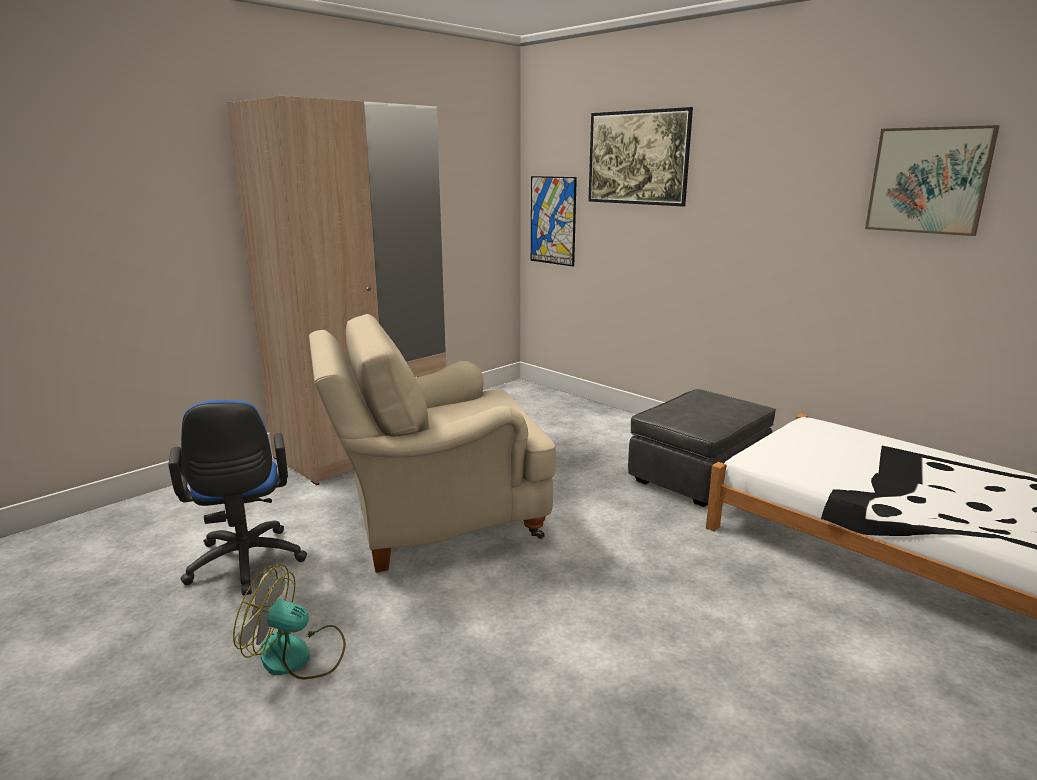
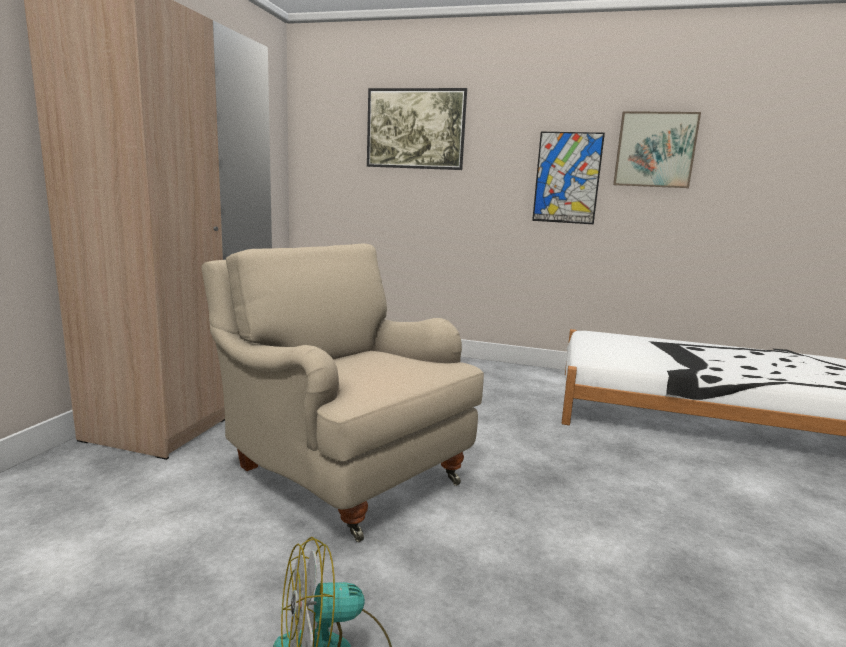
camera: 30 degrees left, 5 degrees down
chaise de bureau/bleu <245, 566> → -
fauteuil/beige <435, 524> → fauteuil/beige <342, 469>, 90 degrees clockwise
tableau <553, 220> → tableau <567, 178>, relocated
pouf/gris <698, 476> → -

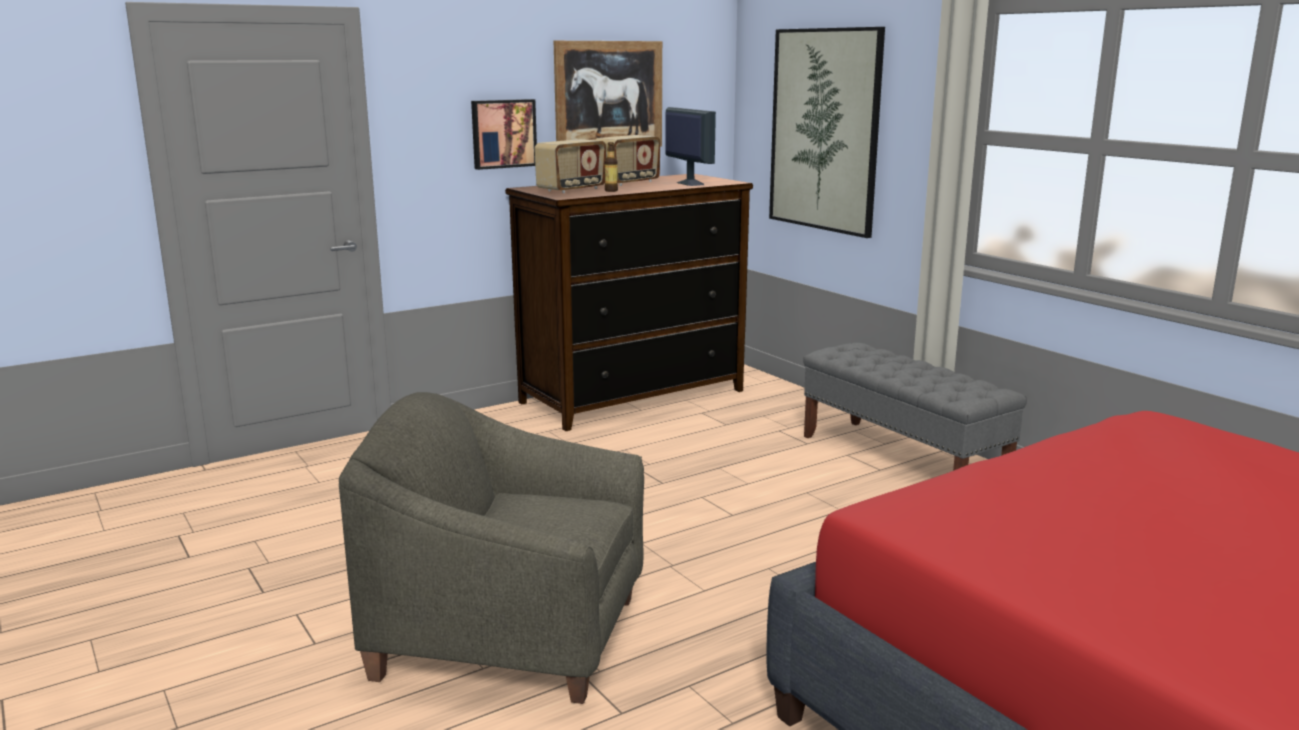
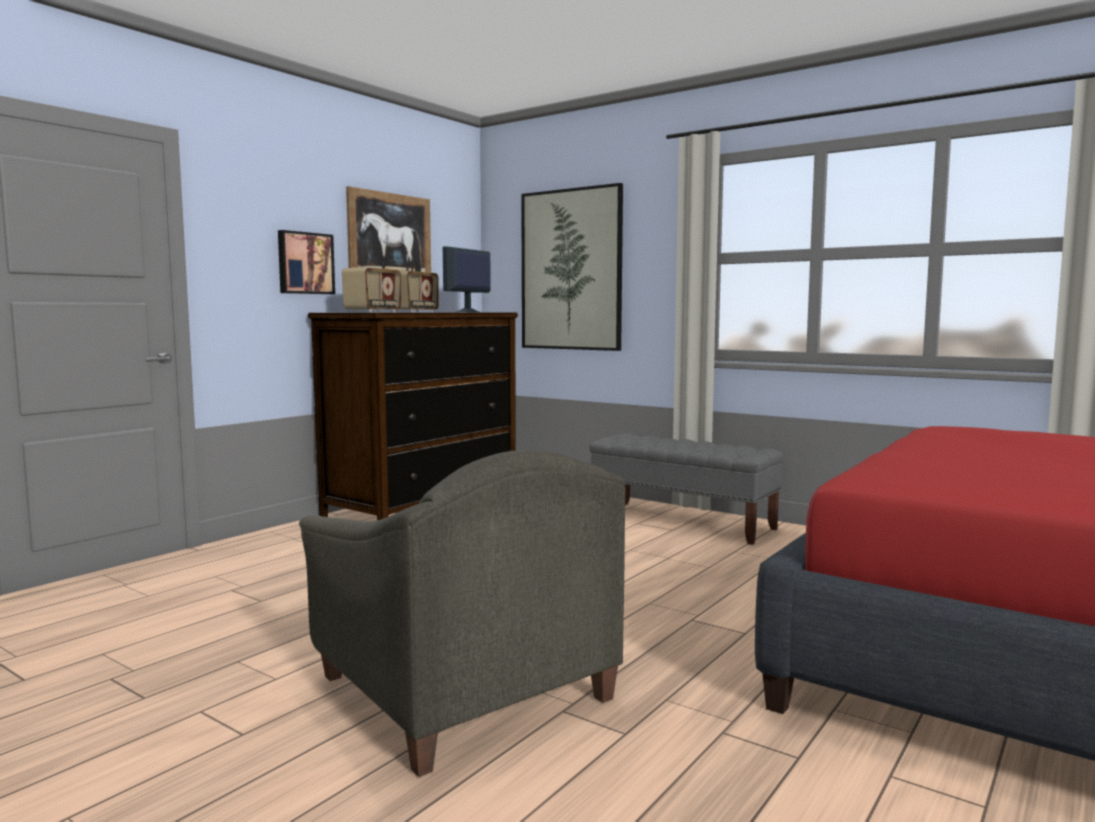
camera: 20 degrees left, 10 degrees down
fauteuil/gris <510, 636> → fauteuil/gris <459, 690>, 120 degrees counterclockwise
bouteille <611, 191> → -
écran d'ordinateur <689, 183> → écran d'ordinateur <467, 312>, 105 degrees counterclockwise

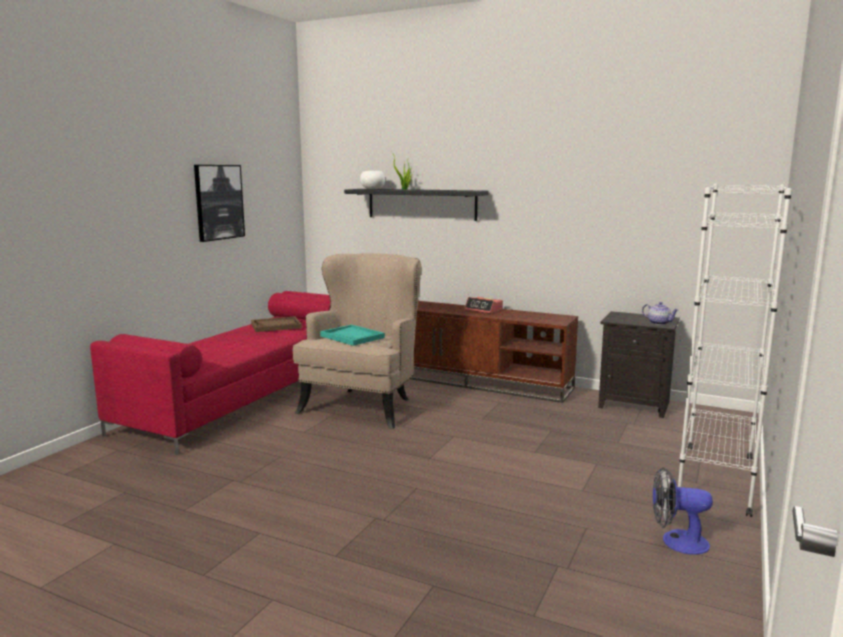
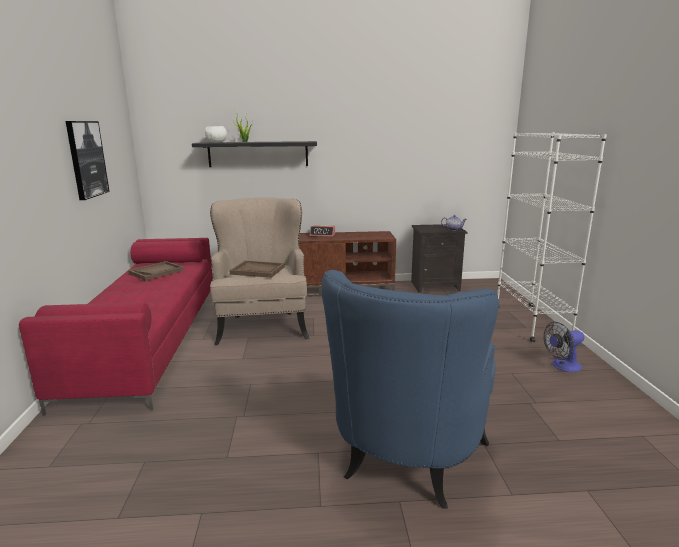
camera: 30 degrees left, 5 degrees up
plateau/turquoise <352, 337> → plateau/marron <258, 270>
- → fauteuil/bleu <405, 462>

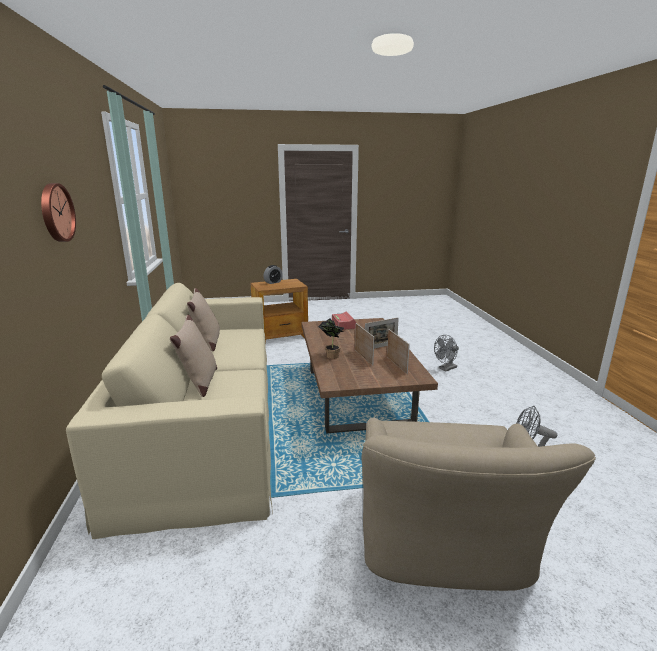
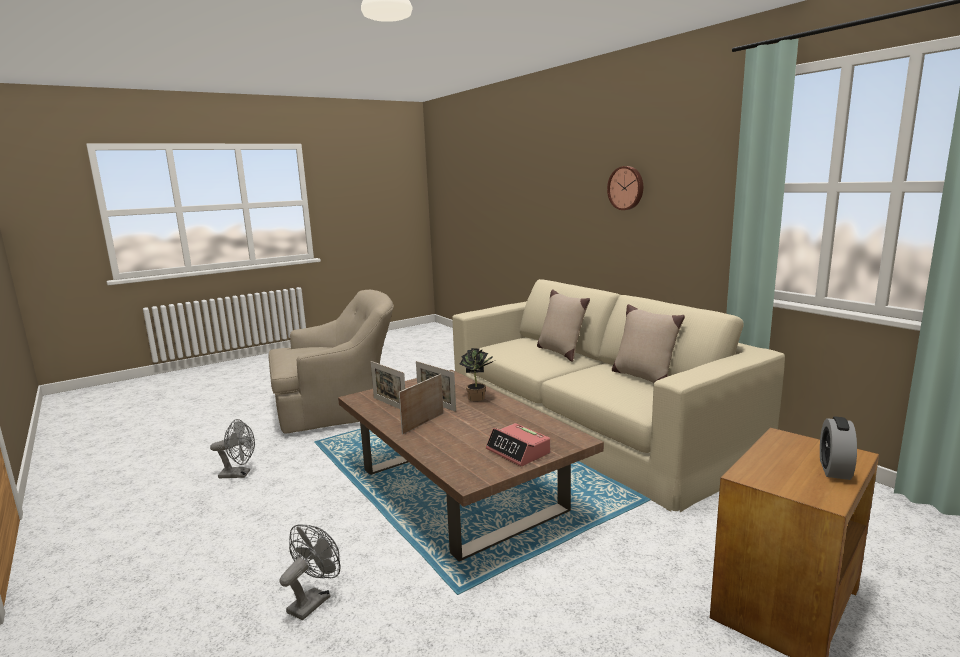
camera: 155 degrees right, 5 degrees down
fauteuil/beige <443, 544> → fauteuil/beige <338, 408>, 90 degrees clockwise

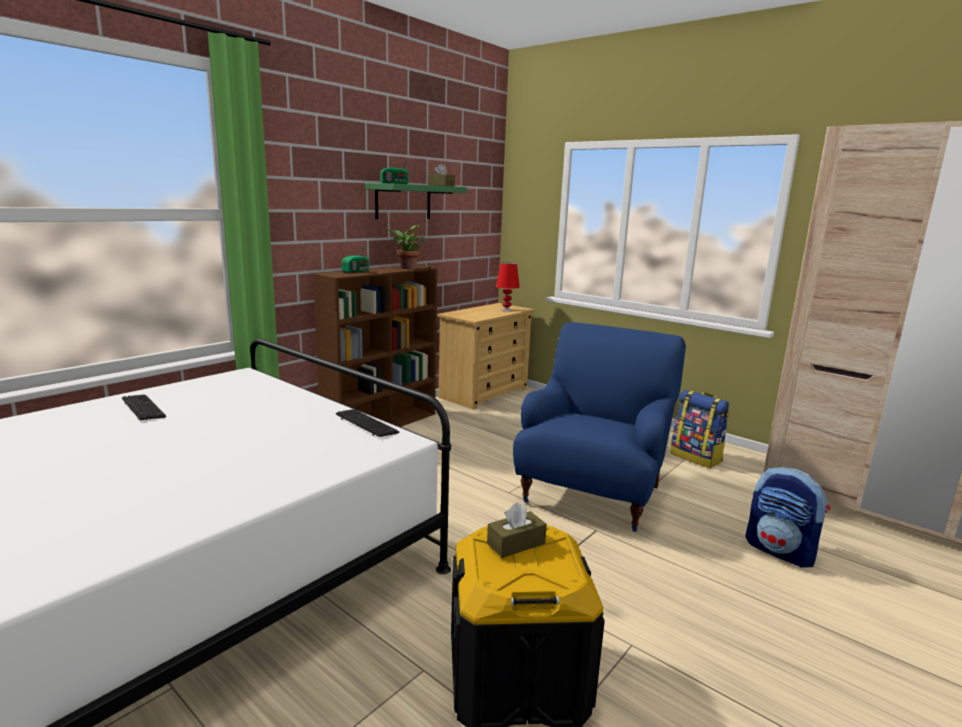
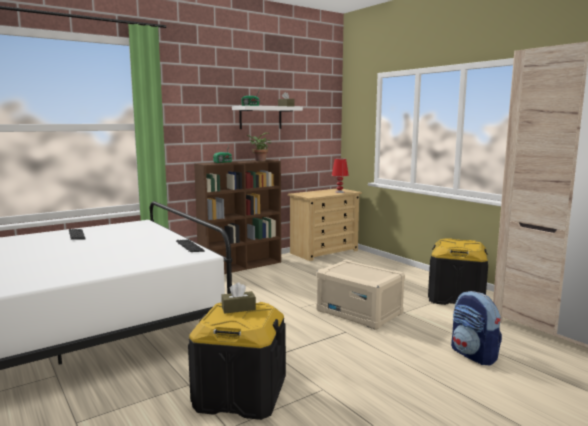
camera: 15 degrees right, 5 degrees down
étagère/vert <403, 202> → étagère/blanc <260, 117>
fauteuil/bleu <593, 493> → boîte de rangement/beige <359, 312>
sac à dos <696, 457> → boîte de rangement/noir <456, 298>

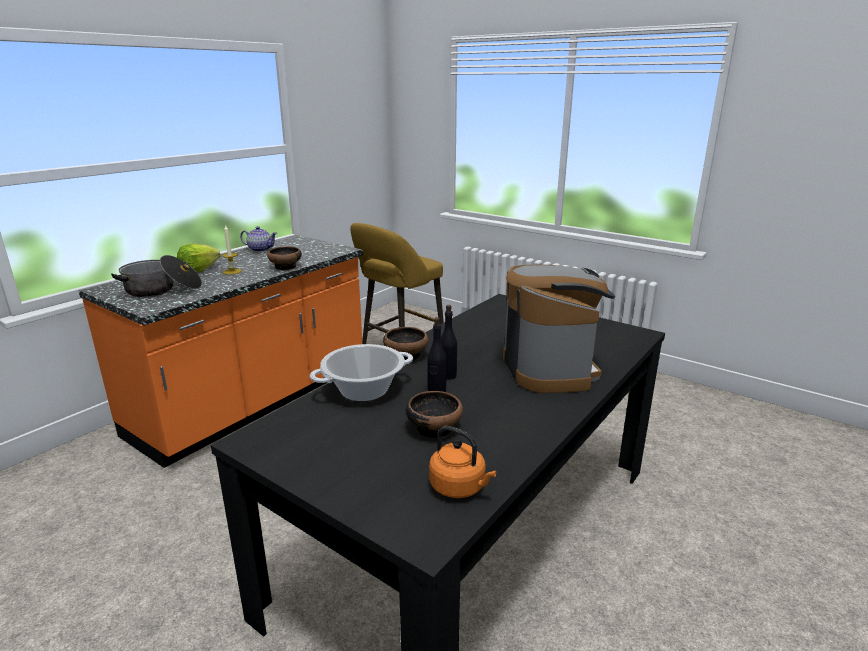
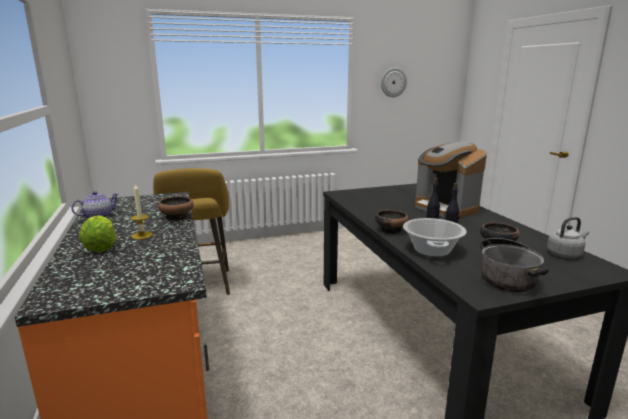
camera: 55 degrees left, 5 degrees down
marmite <162, 290> → marmite <506, 276>, relocated
bouilloire/orange <460, 487> → bouilloire/gris <565, 254>
machine à café <550, 369> → machine à café <445, 208>, 150 degrees counterclockwise
- → horloge murale <393, 82>

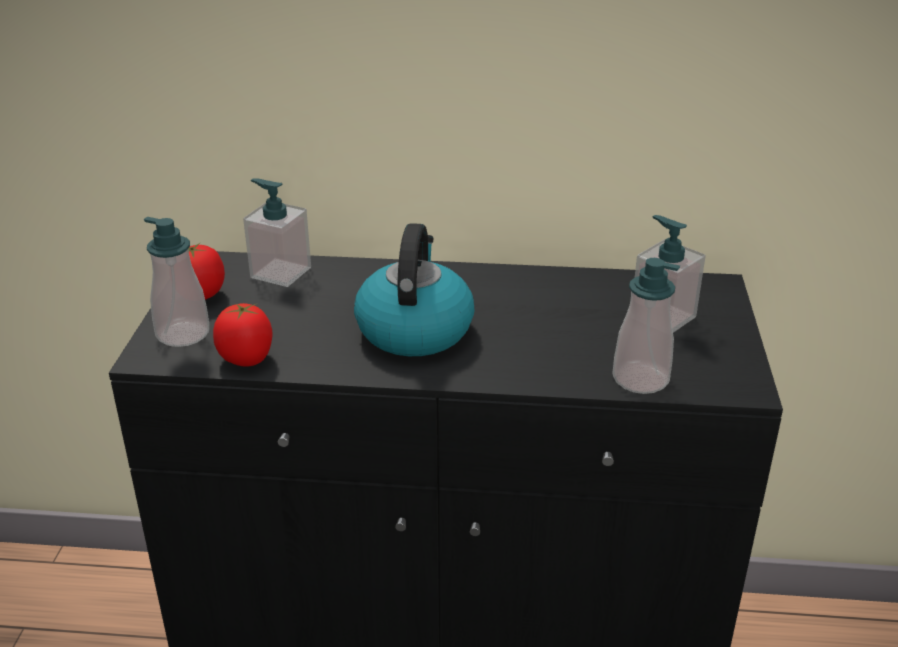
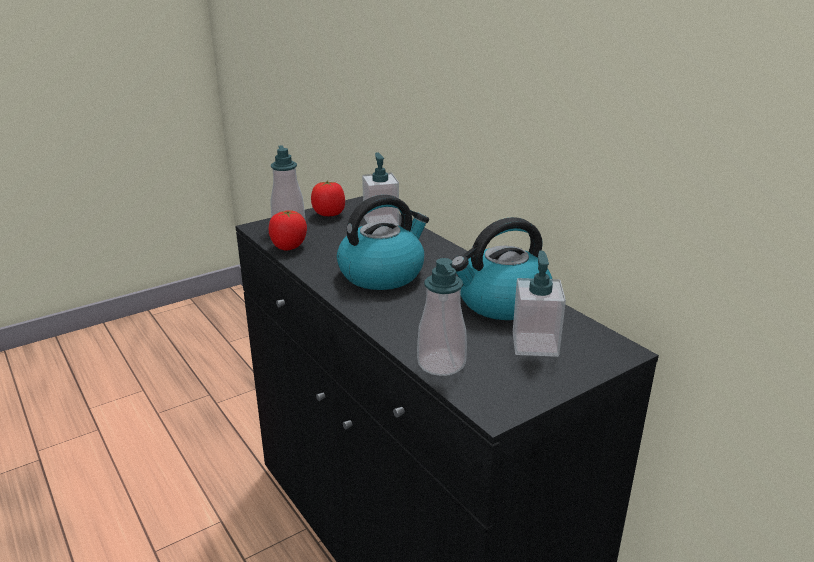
camera: 50 degrees right, 5 degrees down
- → bouilloire <501, 303>

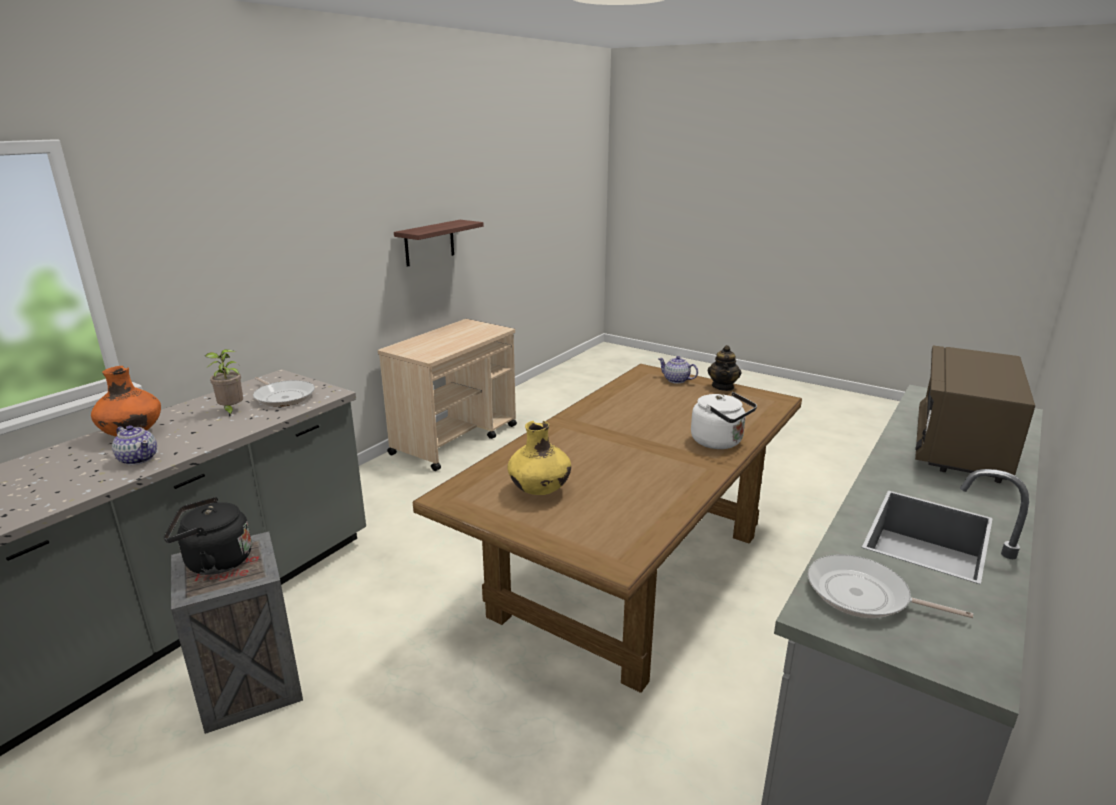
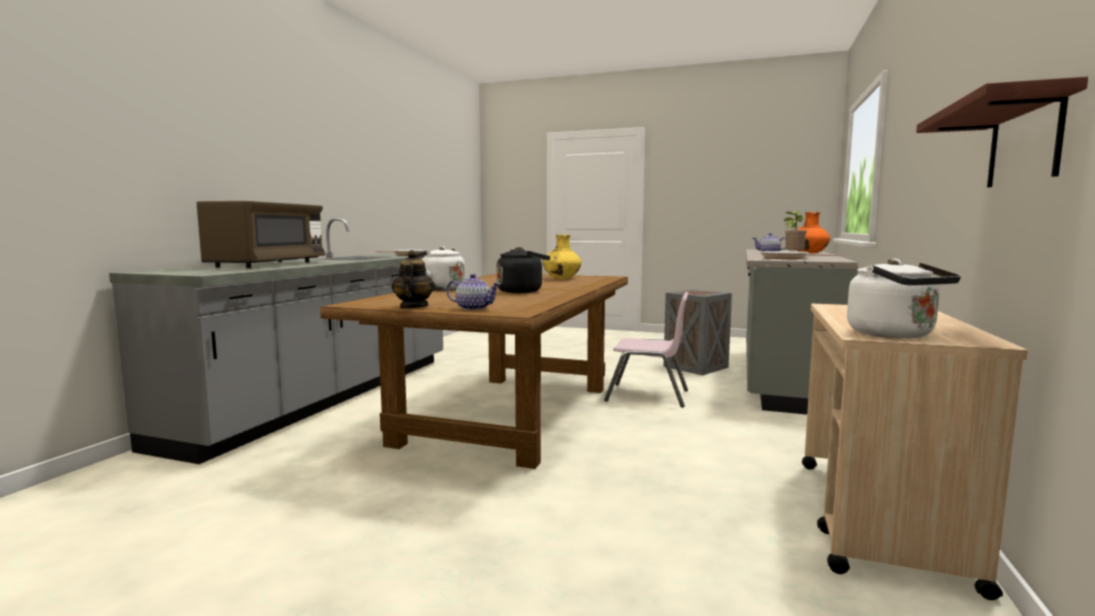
camera: 165 degrees right, 15 degrees down
bouilloire/noir <214, 562> → bouilloire/noir <522, 291>, relocated
- → chaise/rose <648, 396>
- → bouilloire/blanc <895, 335>

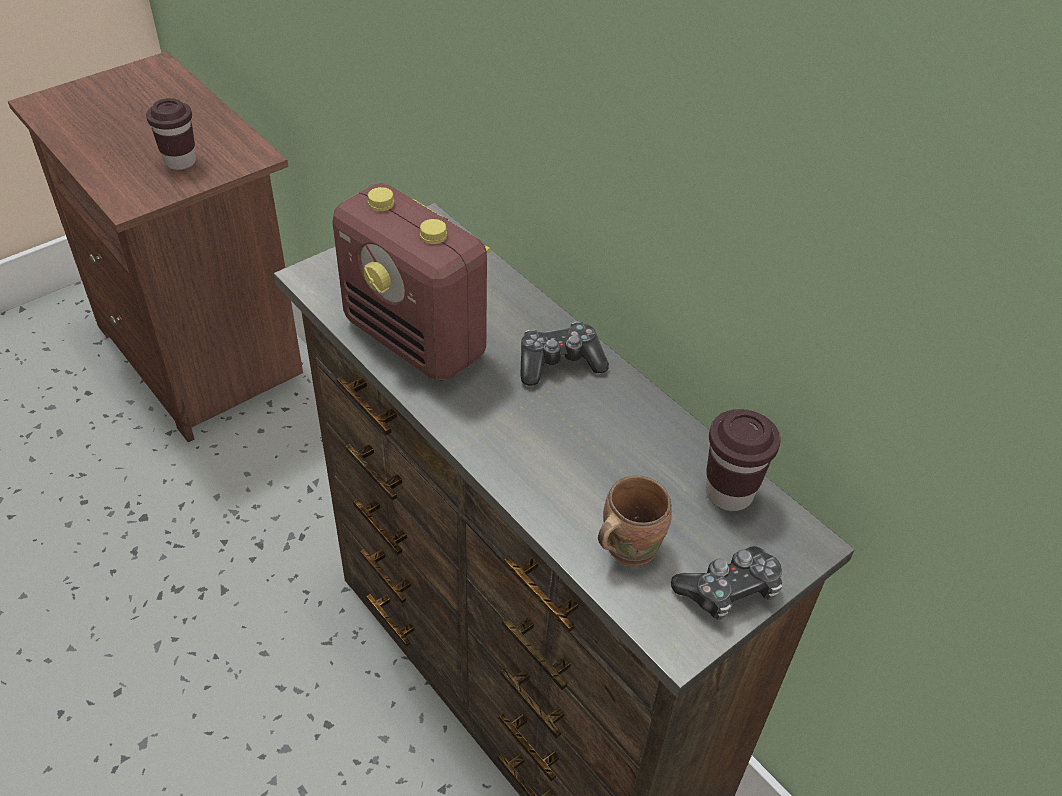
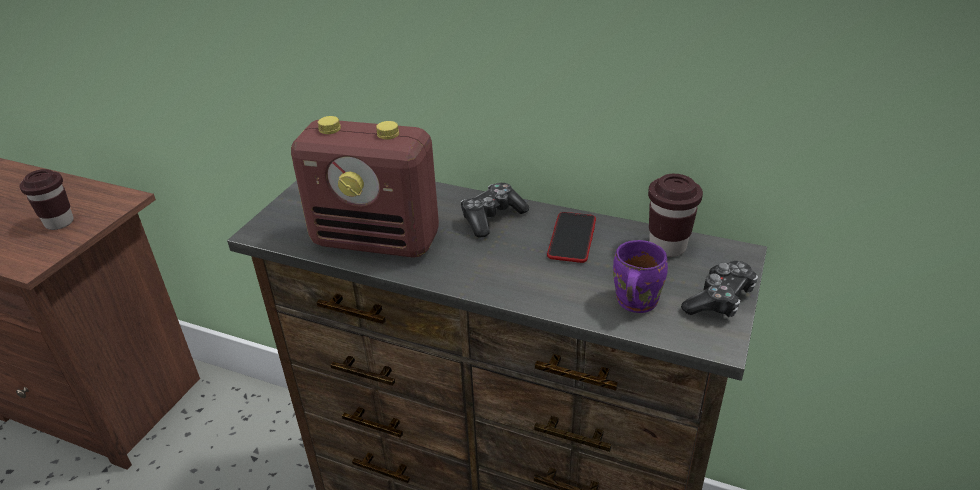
camera: 25 degrees left, 10 degrees down
mug/marron <626, 545> → mug/violet <633, 302>
- → téléphone <572, 238>

